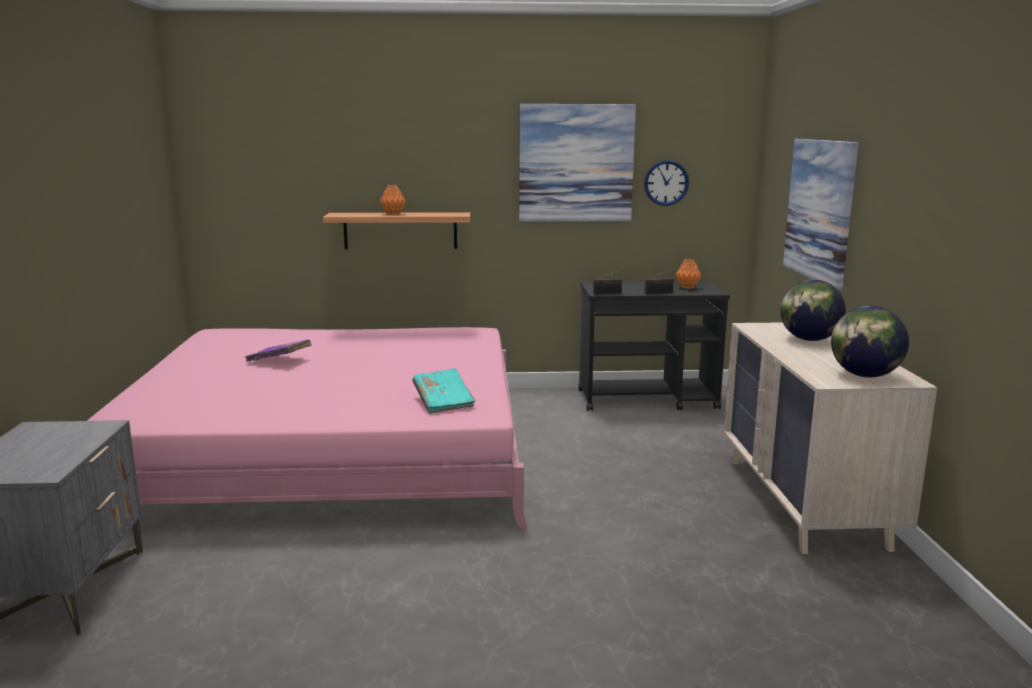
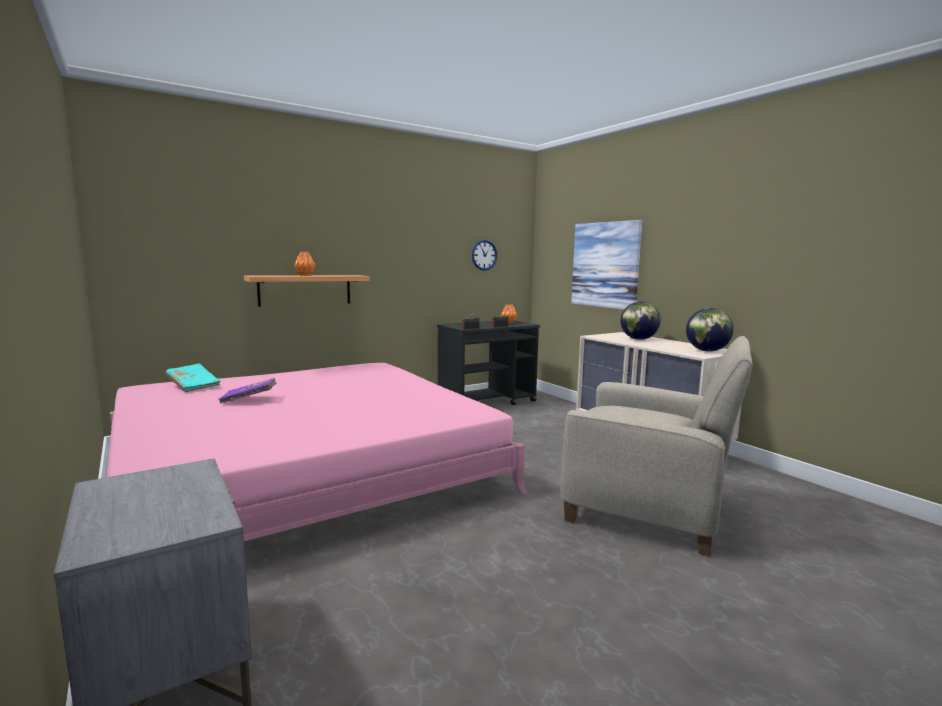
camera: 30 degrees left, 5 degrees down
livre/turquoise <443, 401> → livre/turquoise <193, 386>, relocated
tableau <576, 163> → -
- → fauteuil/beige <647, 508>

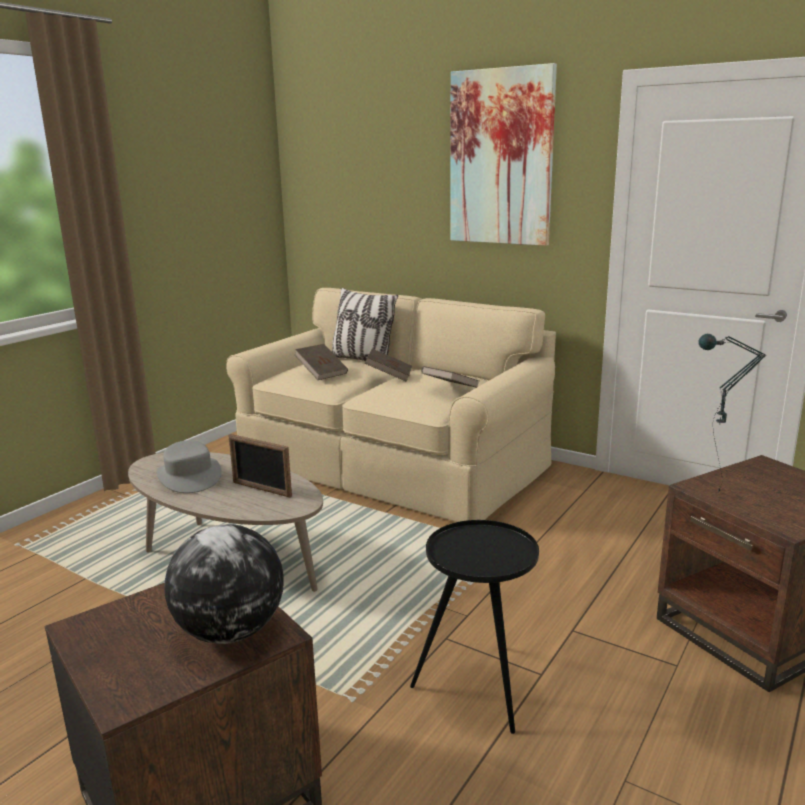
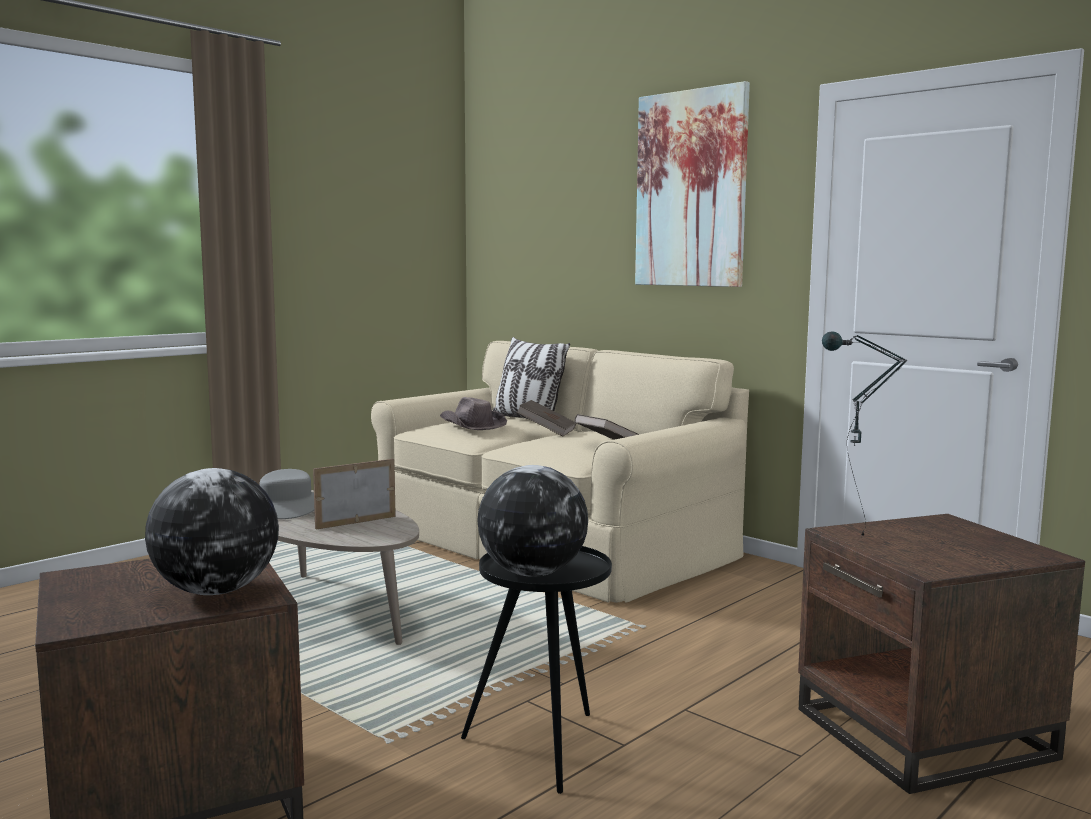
camera: 10 degrees right, 10 degrees down
cadre photo <261, 489> → cadre photo <356, 522>, 105 degrees clockwise
livre/marron <321, 373> → chapeau/marron <472, 425>
- → globe <532, 573>

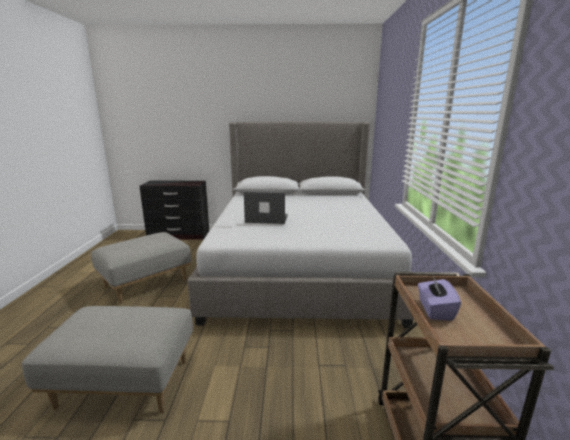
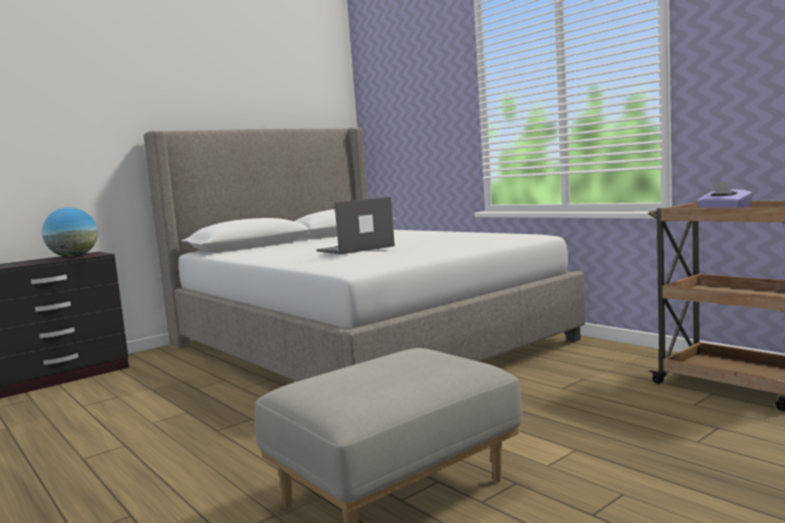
camera: 40 degrees left, 10 degrees down
pouf/gris <146, 283> → -
- → globe <73, 257>

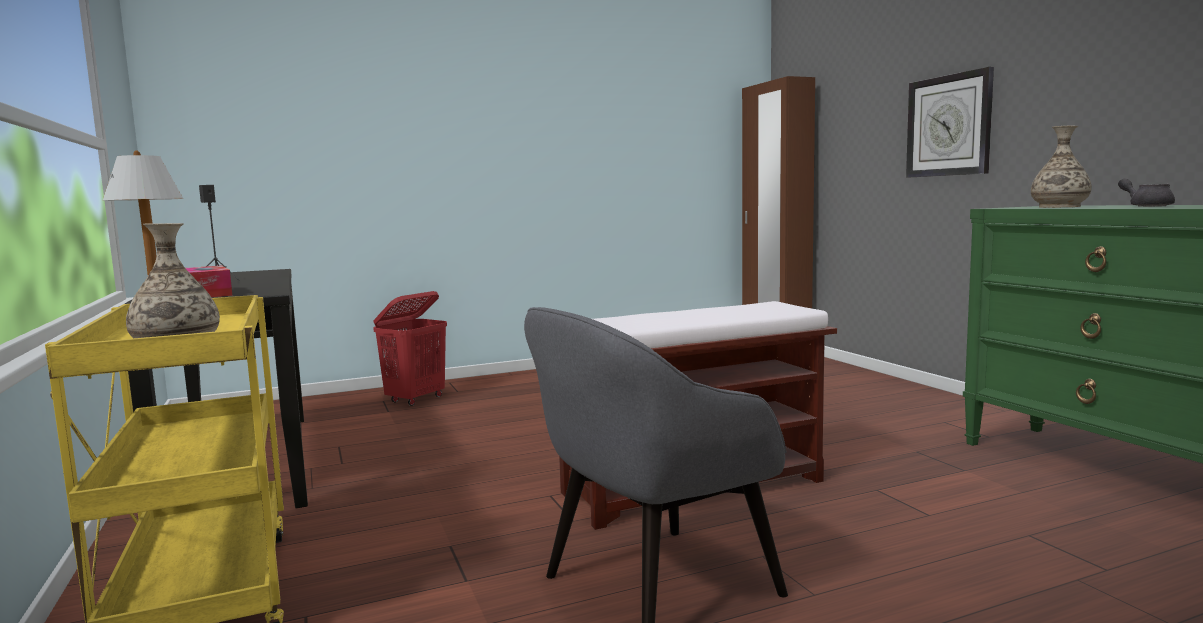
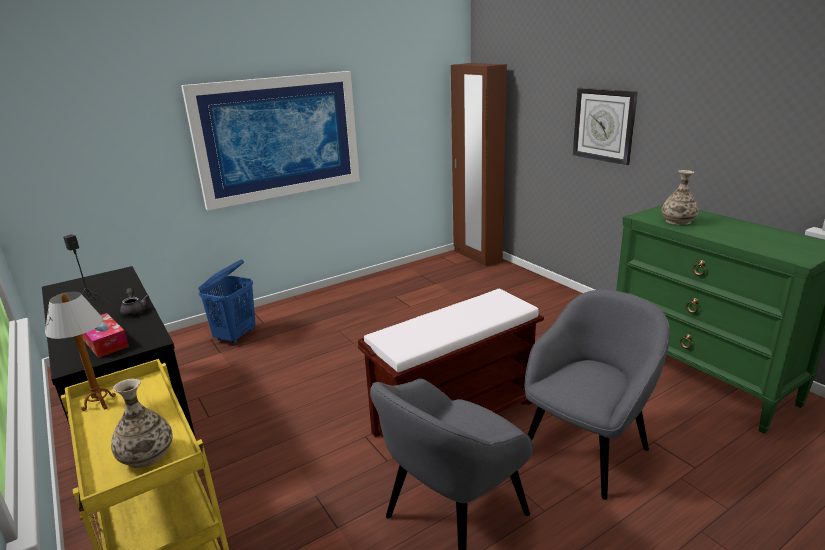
camera: 10 degrees left, 15 degrees up
panier à linge/rouge <416, 400> → panier à linge/bleu <236, 336>
théière/gris <1146, 206> → théière/gris <134, 311>, relocated
- → tableau <278, 137>
- → fauteuil/gris <586, 449>

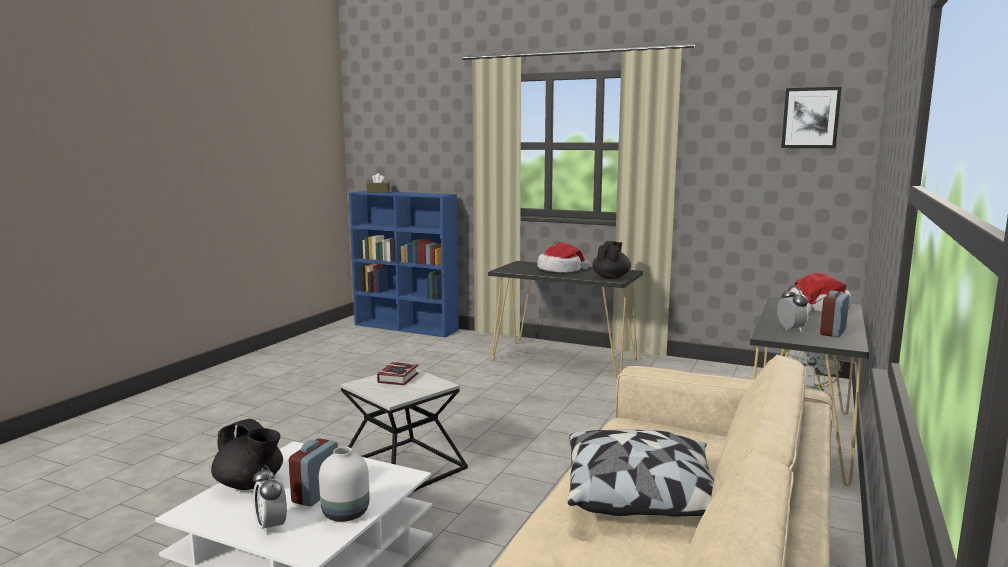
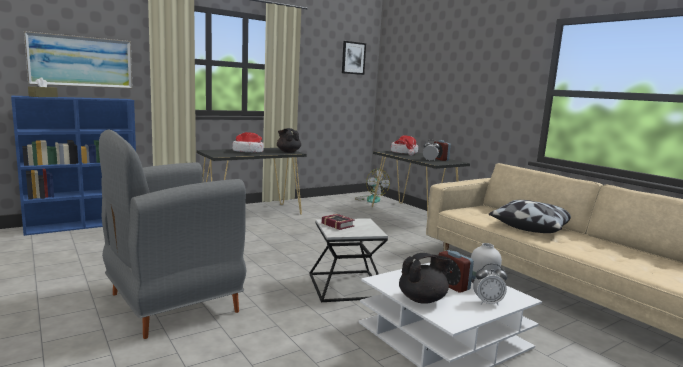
camera: 60 degrees left, 0 degrees up
- → tableau <81, 61>
- → fauteuil/gris <171, 304>

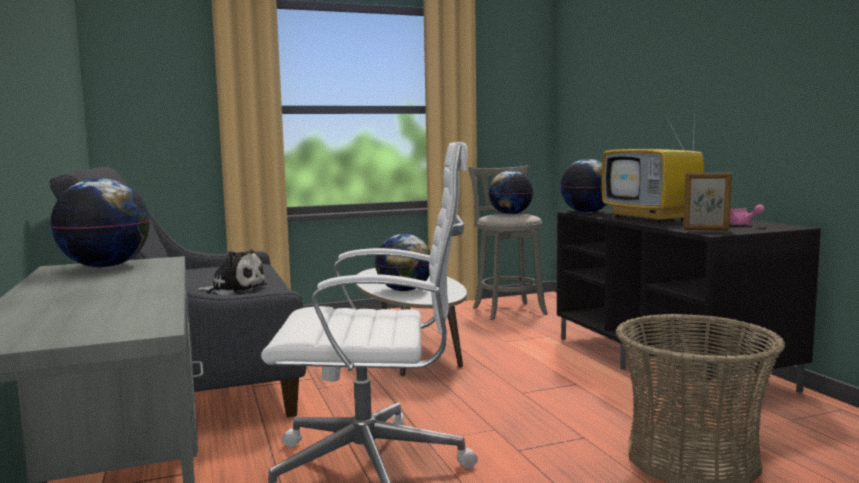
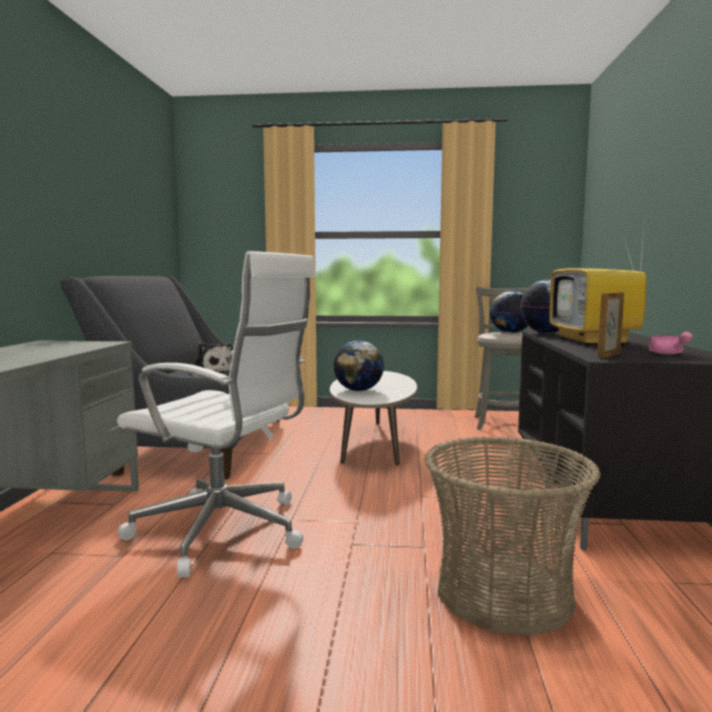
camera: 25 degrees right, 0 degrees up
globe <106, 266> → -
cadre photo <706, 230> → cadre photo <608, 355>, 90 degrees clockwise

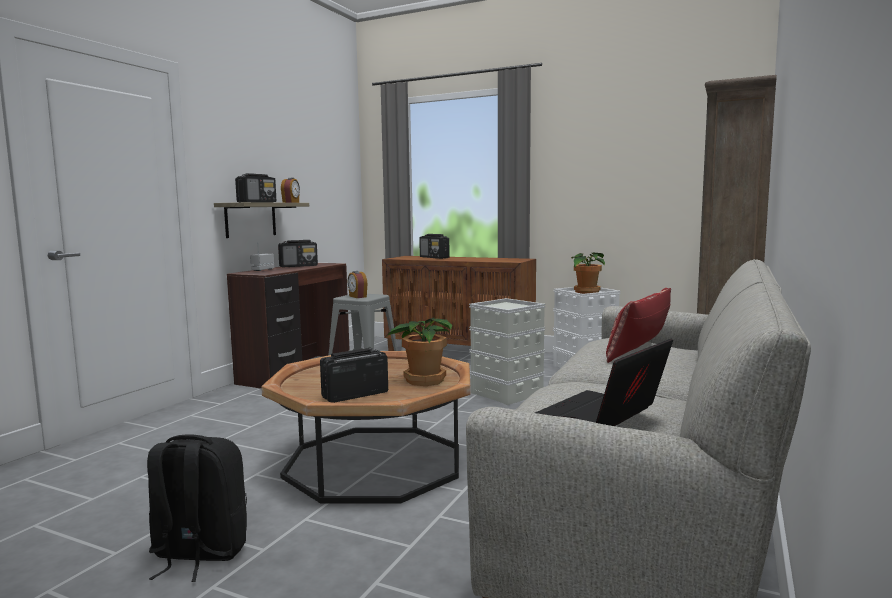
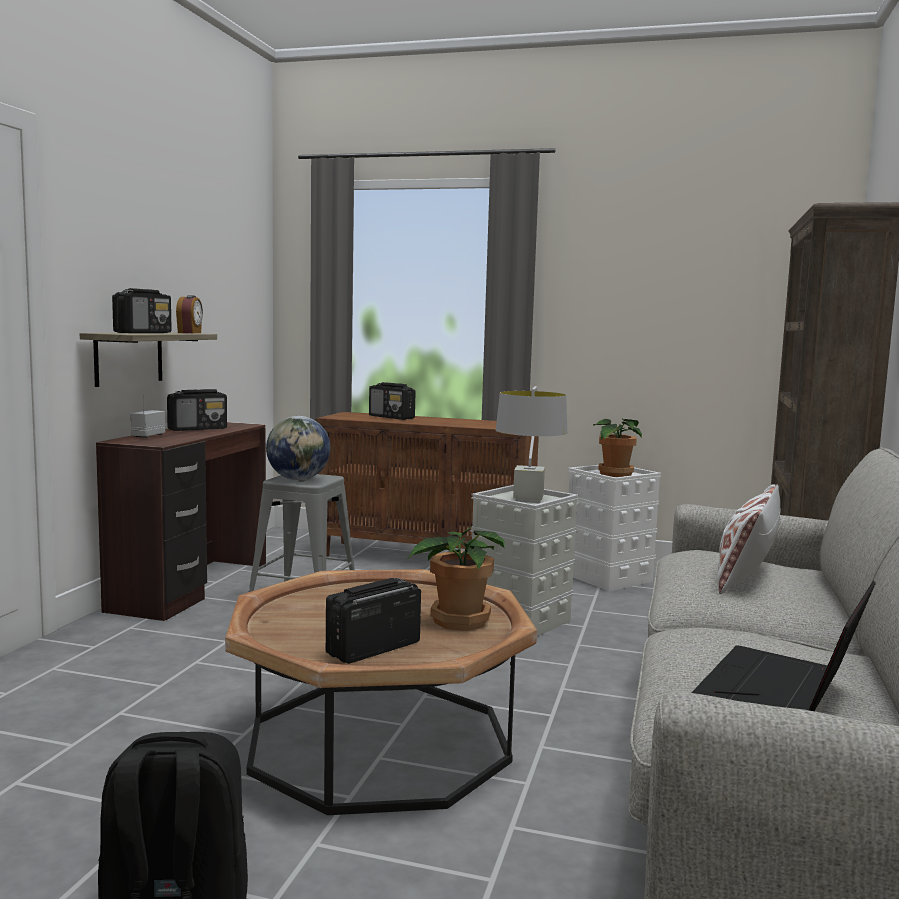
camera: 10 degrees left, 0 degrees up
réveil <357, 296> → globe <298, 479>
coussin/rouge <639, 350> → coussin/blanc <747, 573>
- → lampe de table/gris <528, 499>

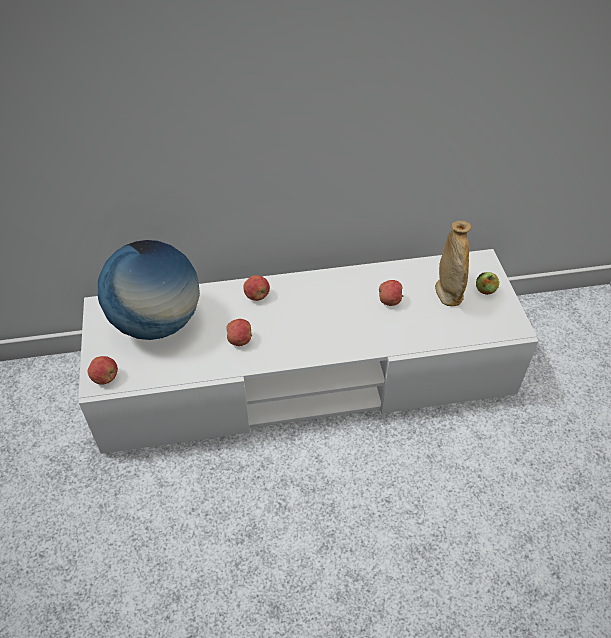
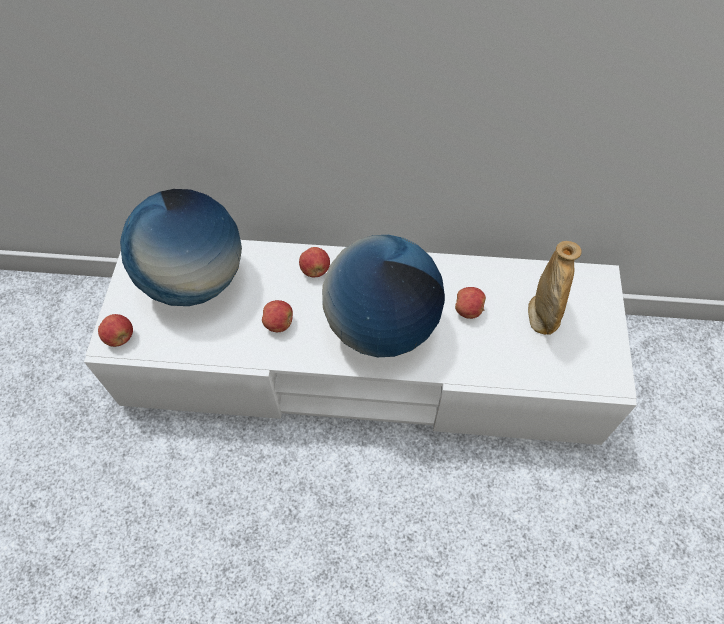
camera: 15 degrees right, 10 degrees up
pomme <485, 290> → -
- → globe <381, 326>

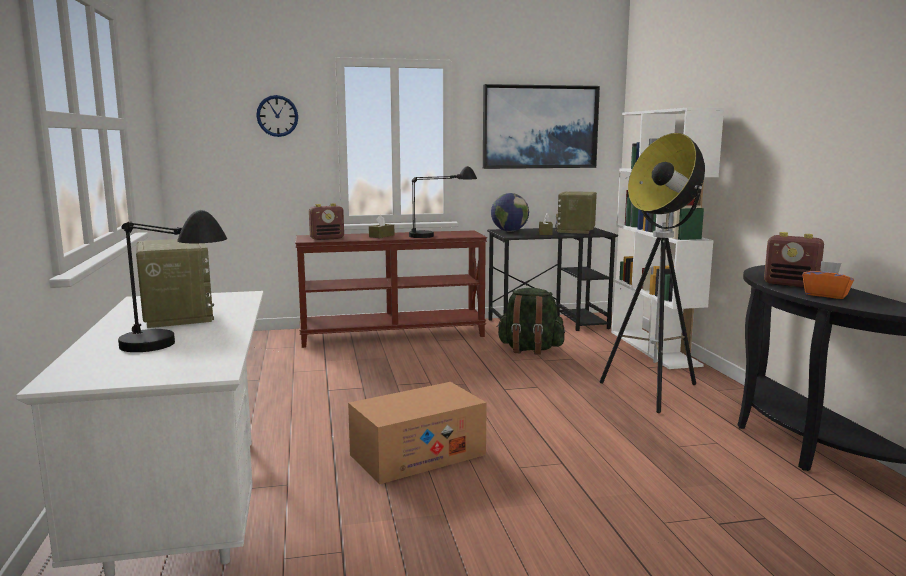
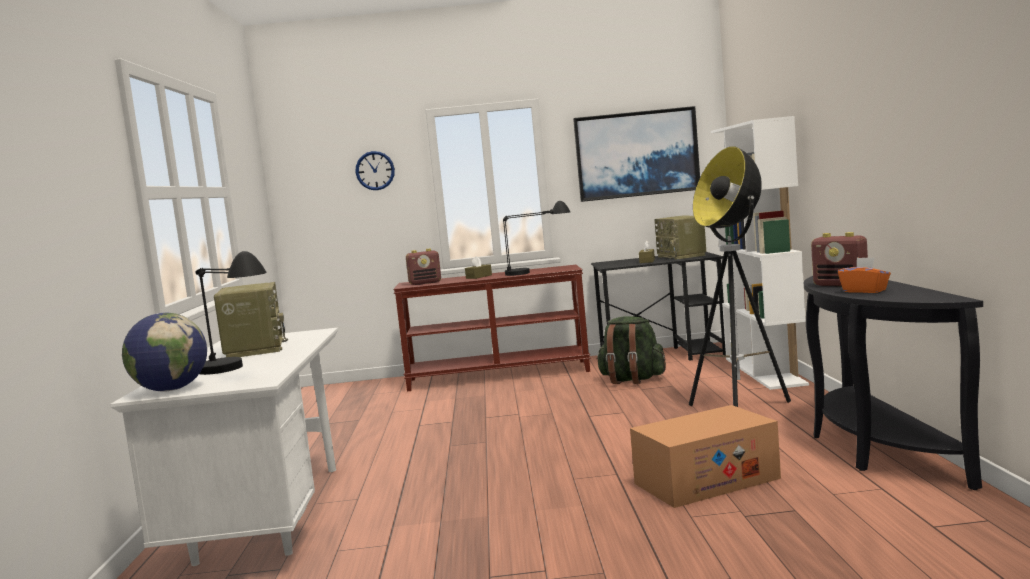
camera: 10 degrees right, 5 degrees down
carton <417, 455> → carton <706, 481>, relocated
globe <509, 231> → globe <171, 390>, relocated
radio <576, 230> → radio <682, 256>, 45 degrees counterclockwise

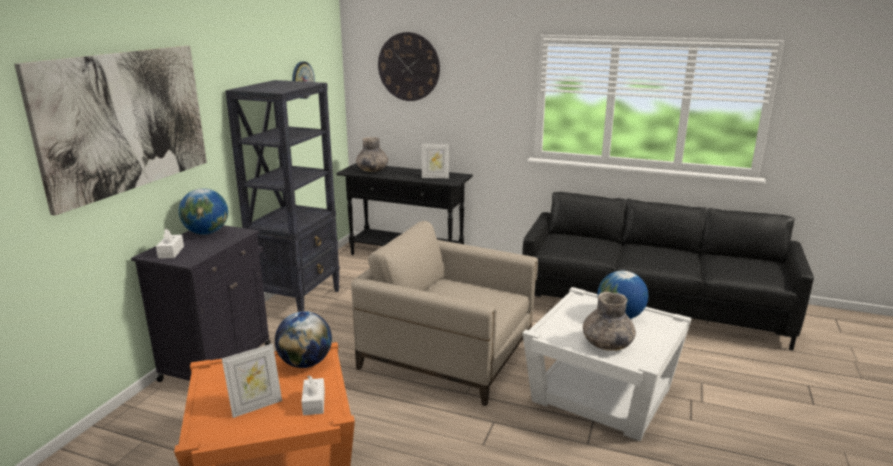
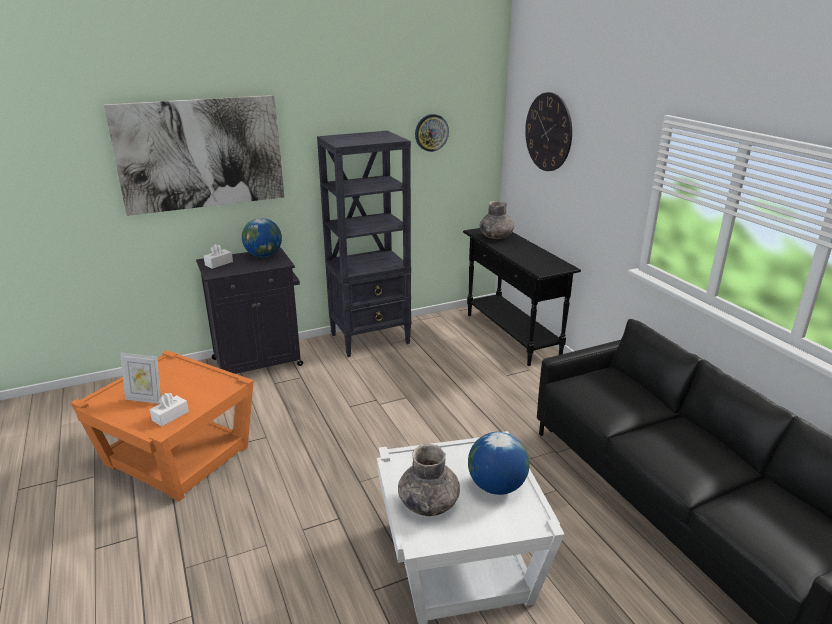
camera: 45 degrees right, 5 degrees up
globe <305, 363> → -
fauteuil/beige <448, 354> → -
cadre photo <435, 177> → -

